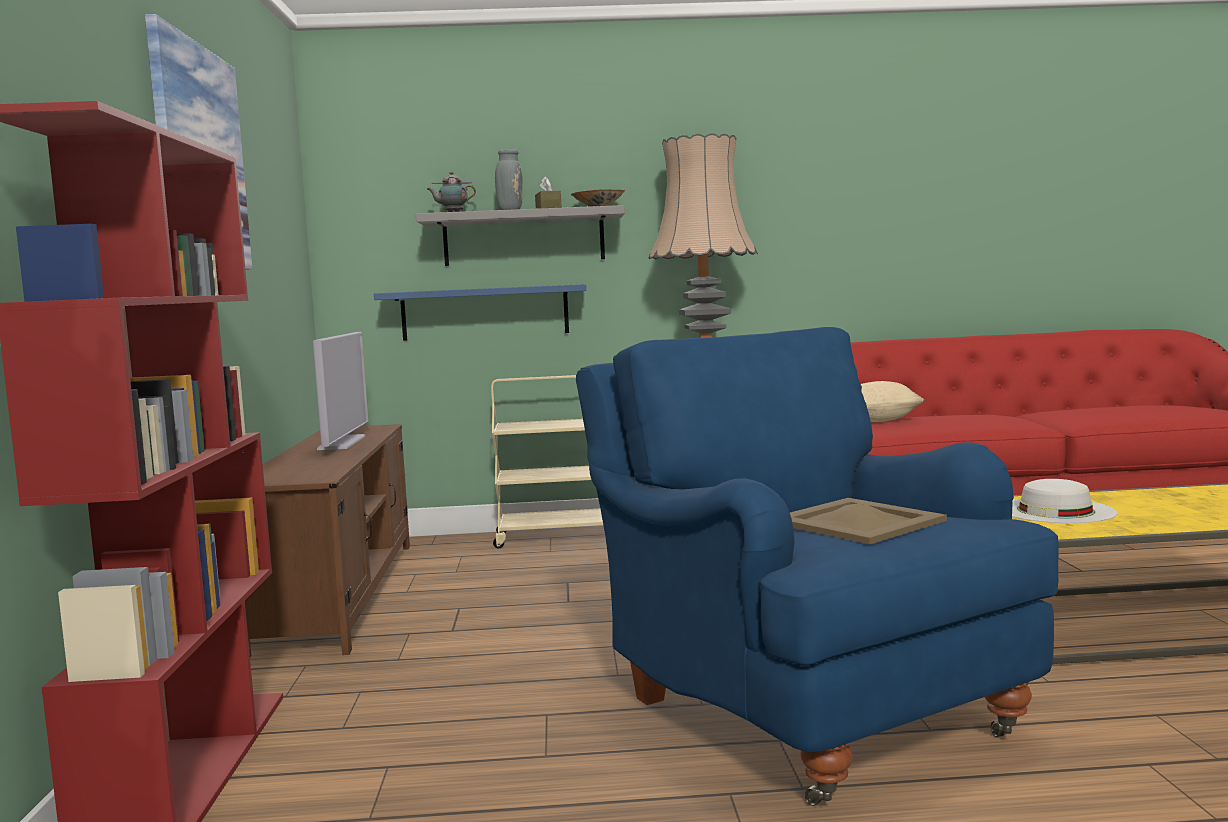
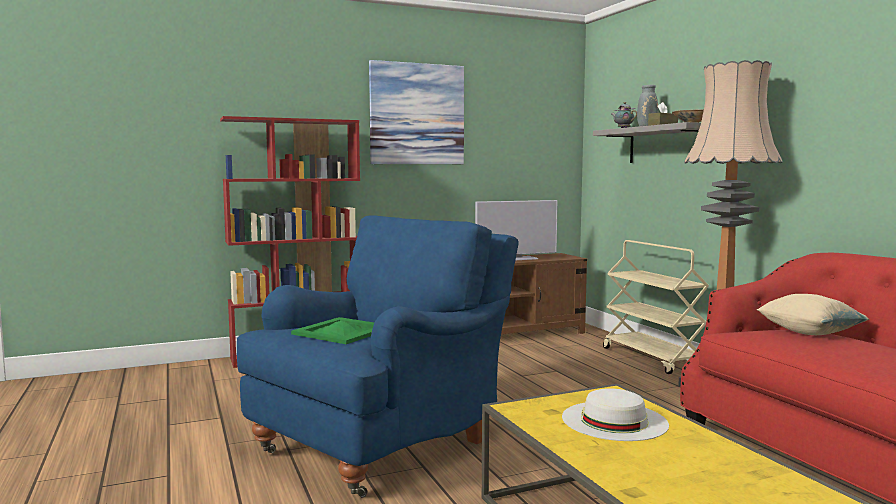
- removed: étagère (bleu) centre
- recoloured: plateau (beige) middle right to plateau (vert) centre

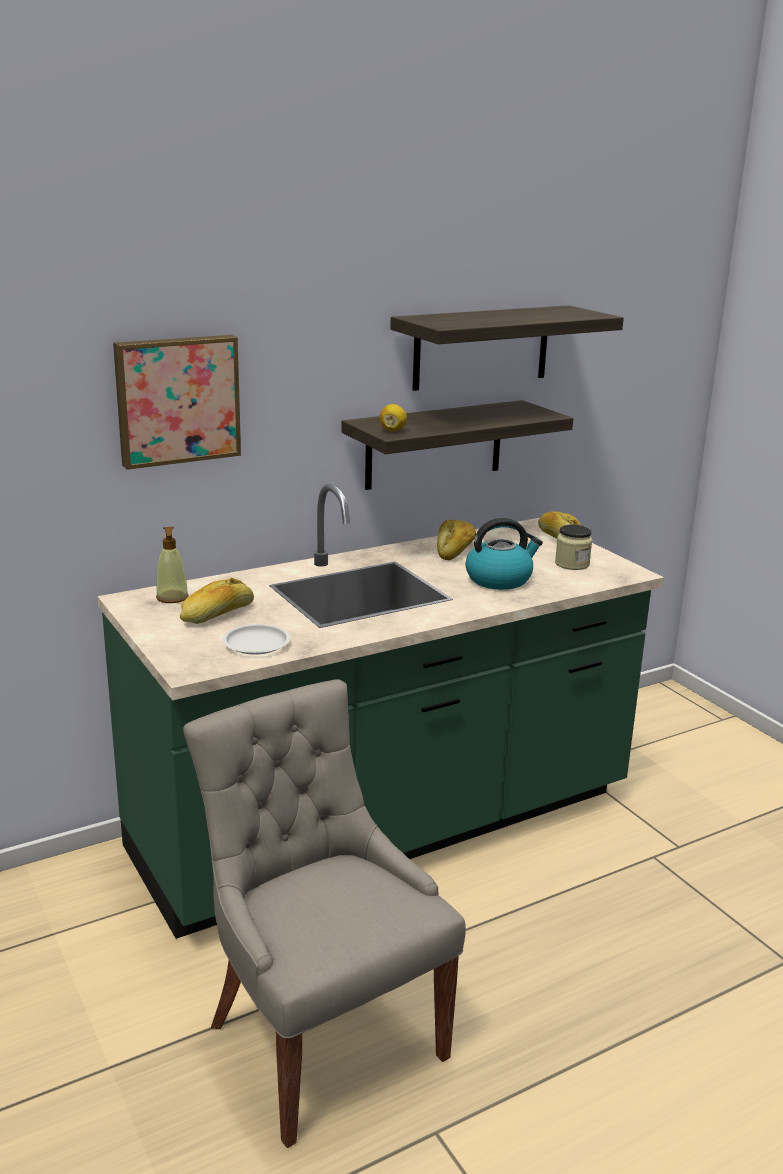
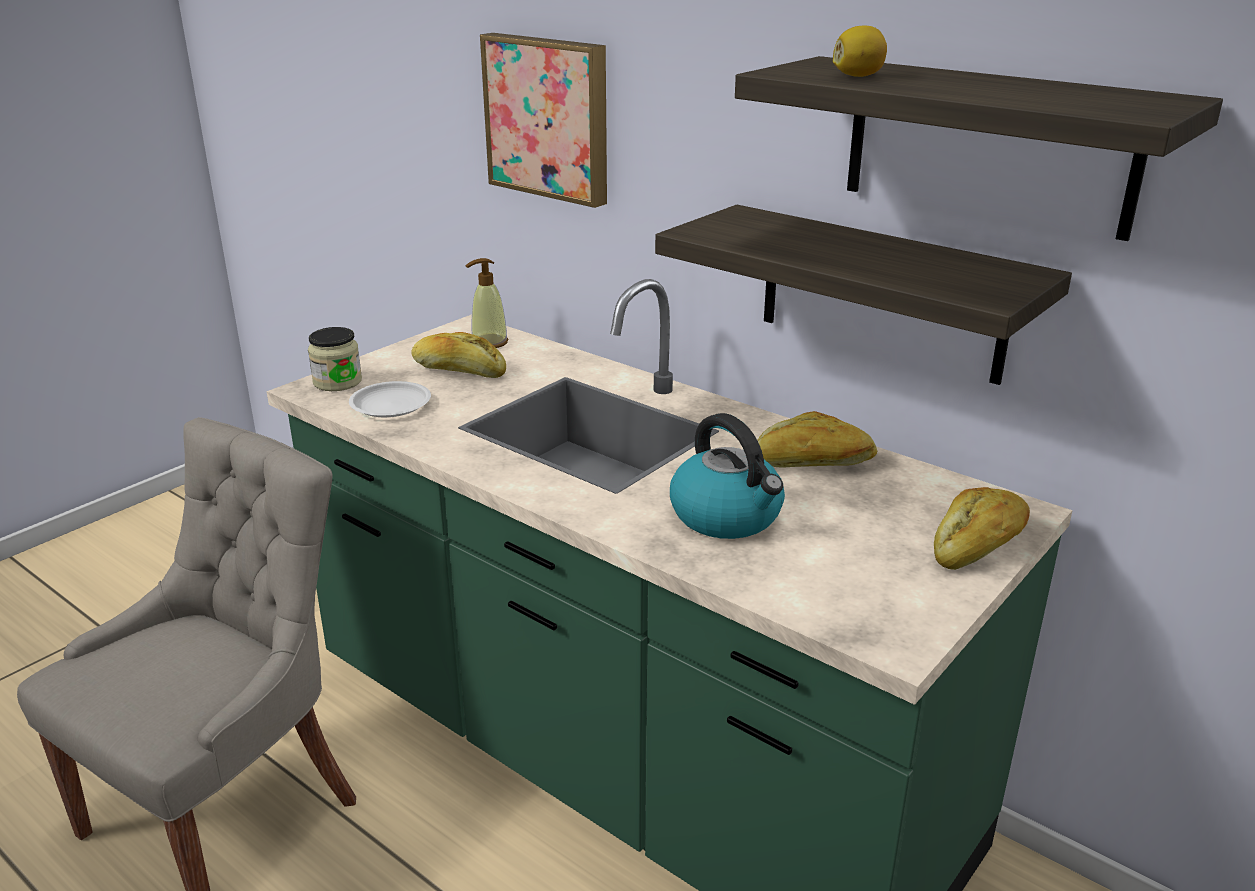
- moved: citron centre to top right
- moved: bocal middle right to middle left

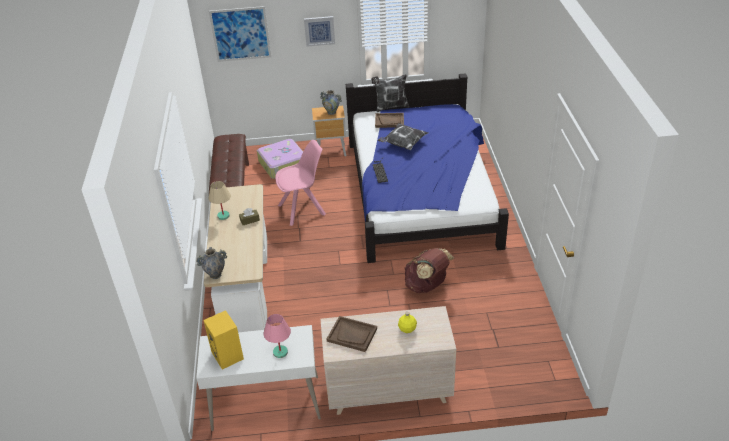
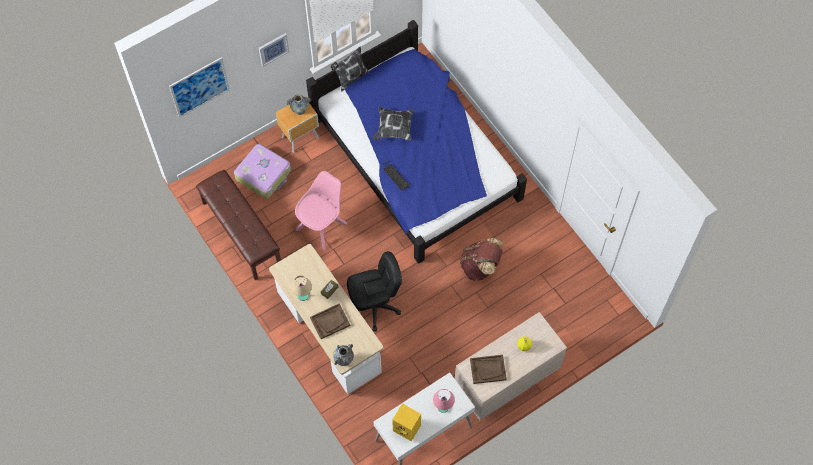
- added: chaise de bureau (noir) centre
- moved: plateau (marron) (2nd from left in the first image) top centre to plateau (marron) (1st from left) bottom centre

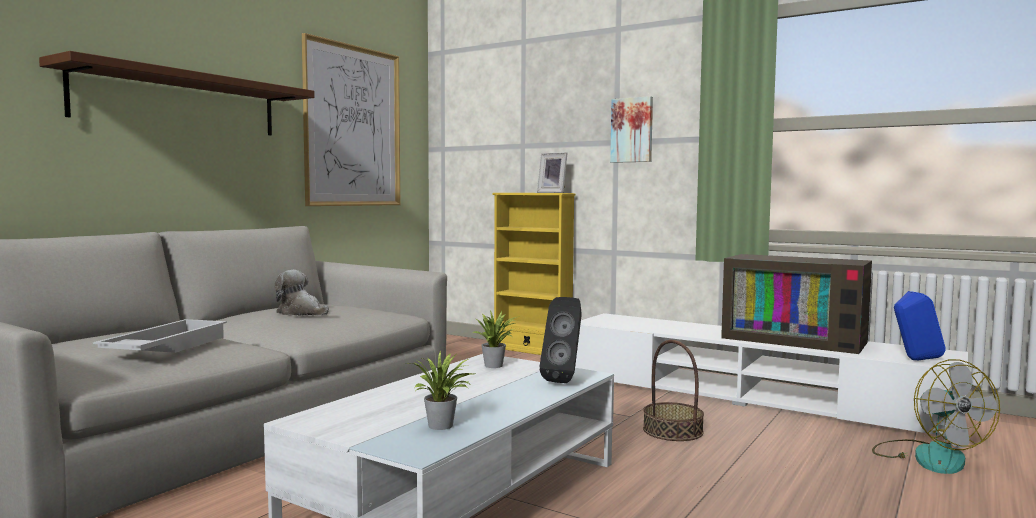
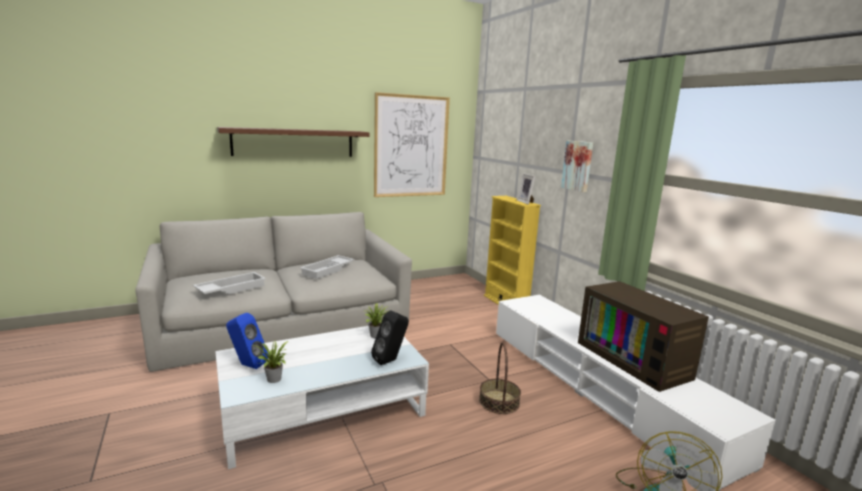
- moved: enceinte (bleu) middle right to bottom left
- replaced: peluche middle left to plateau (blanc) (2nd from left) centre

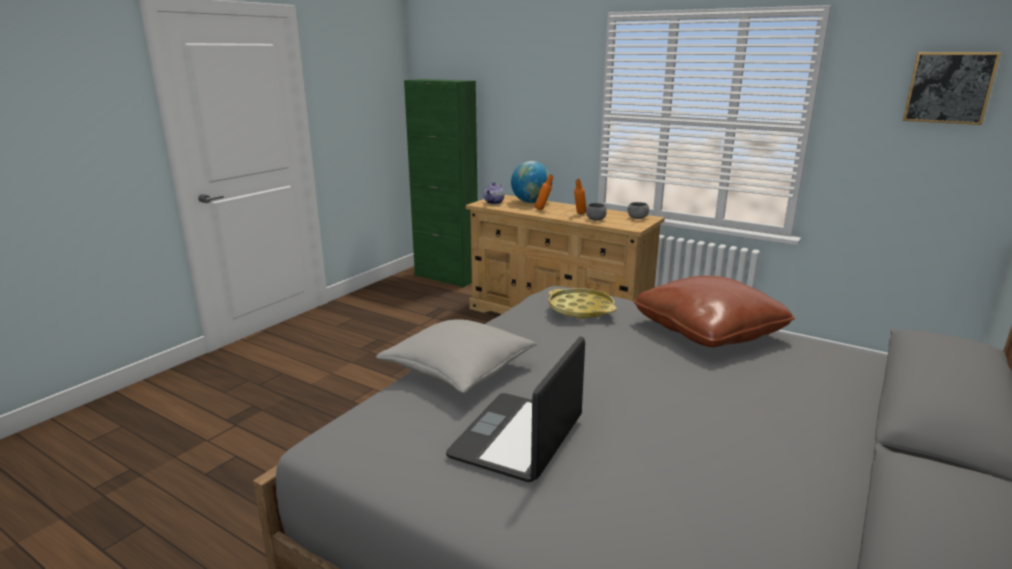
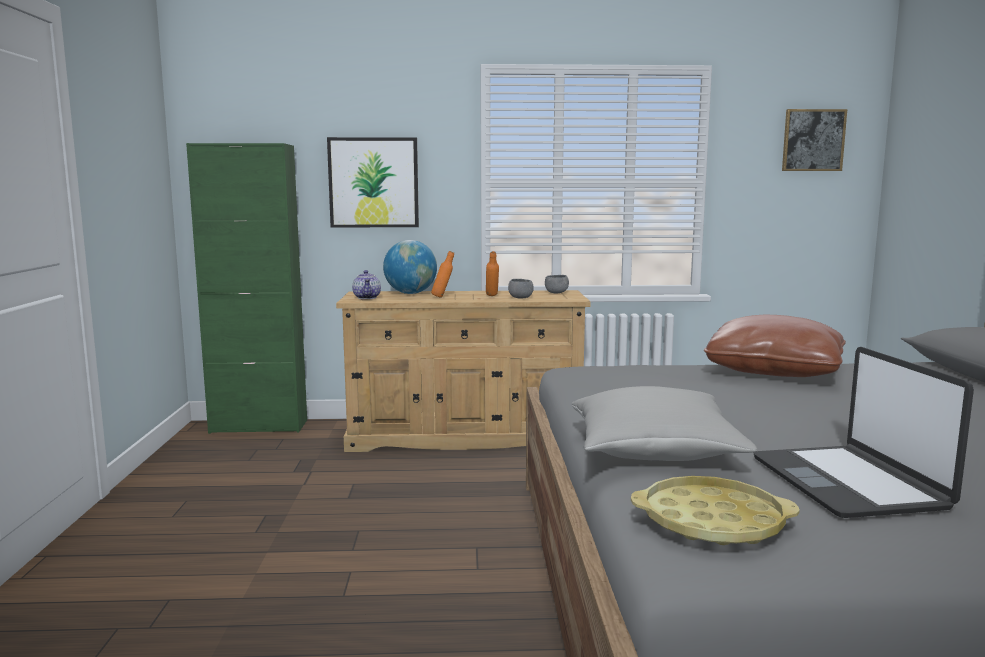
- added: tableau (1st from left) top centre
- moved: plateau (jaune) centre to bottom right

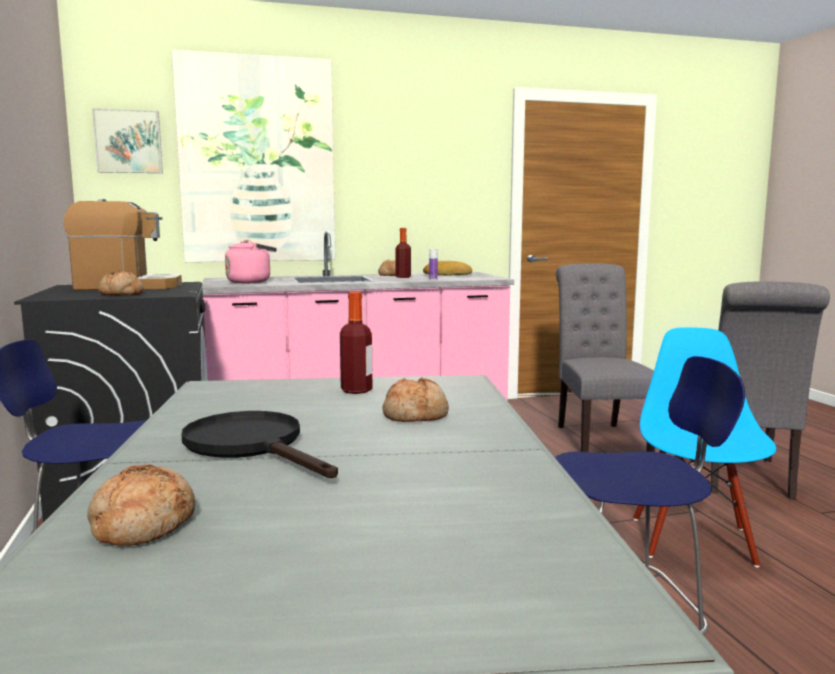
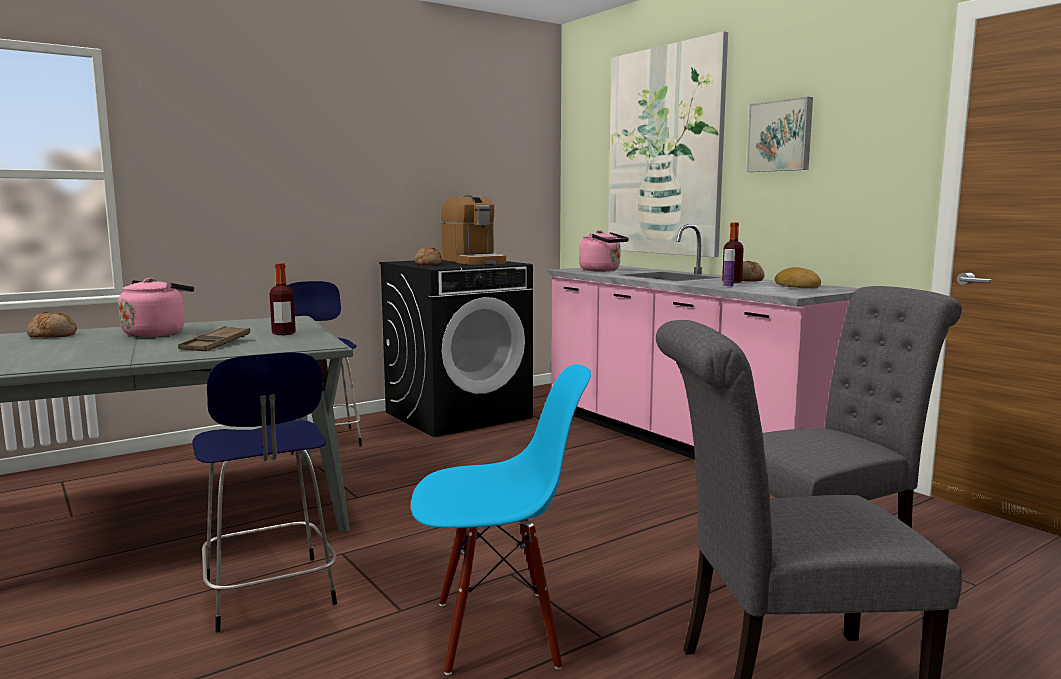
- moved: tableau (1st from left in the first image) top left to tableau (2nd from left) top right
- replaced: poêle (noir) middle left to bouilloire (rose) (1st from left) middle left
- replaced: pain (4th from left) centre to plateau (marron) middle left

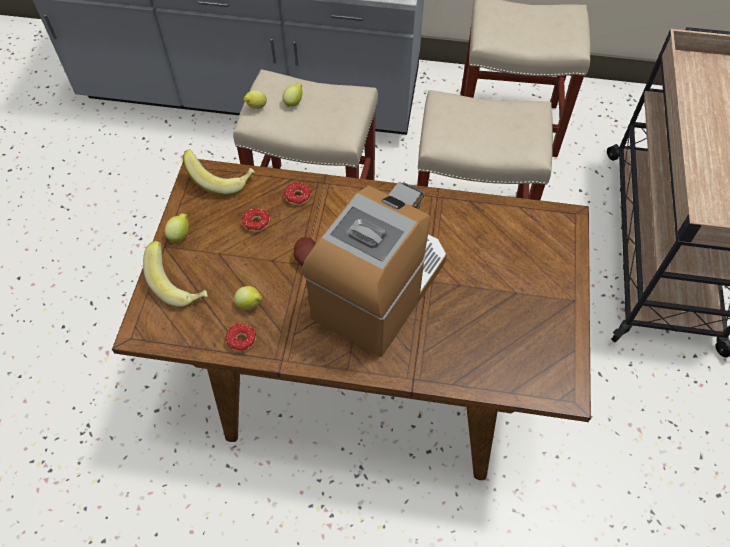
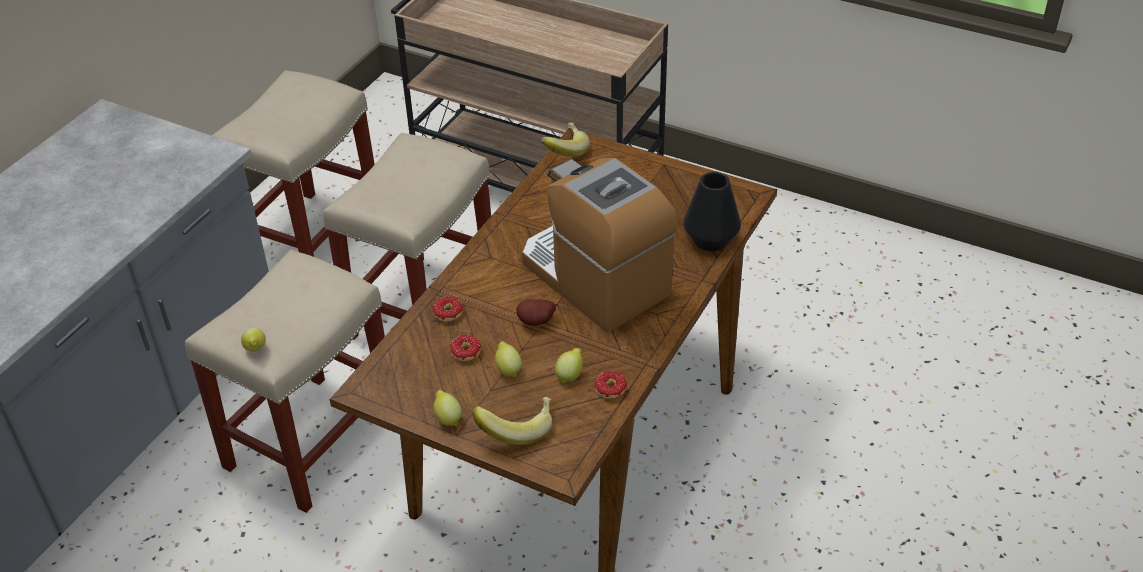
- added: vase (noir) centre
- moved: banane (2nd from left) top left to top centre
- moved: citron (4th from left in the first image) top centre to citron (3rd from left) centre

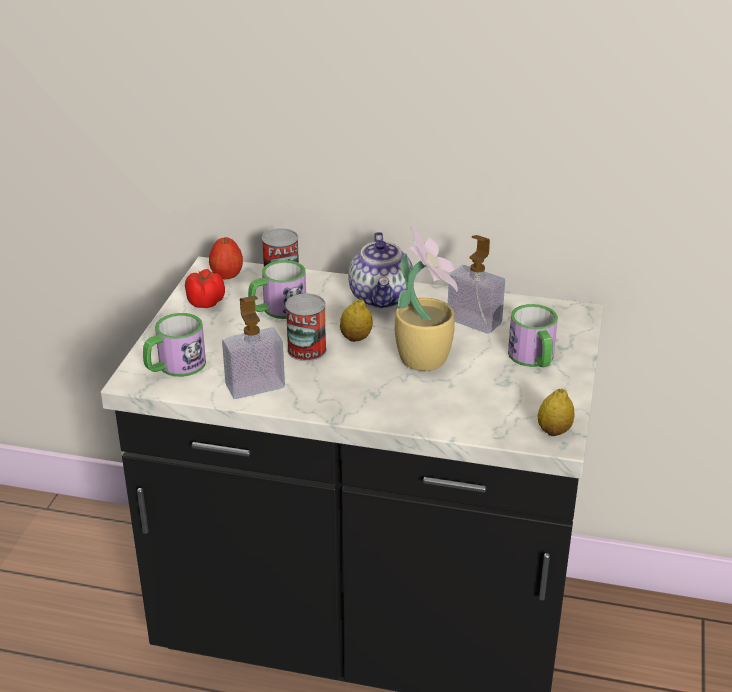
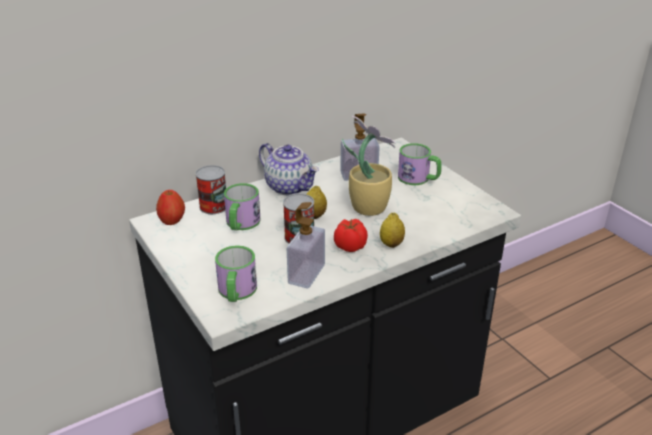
- moved: tomate middle left to centre
- moved: citron (2nd from left) middle right to centre

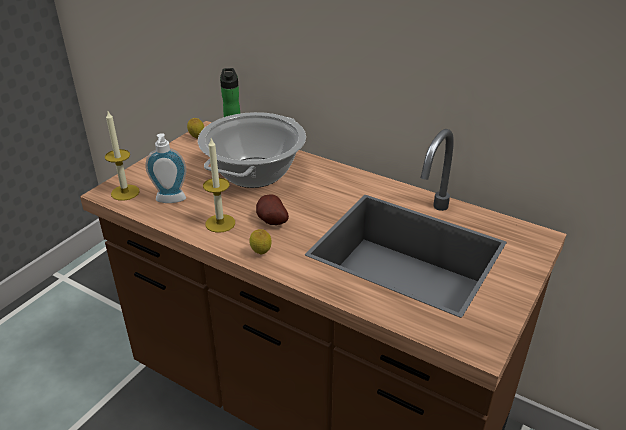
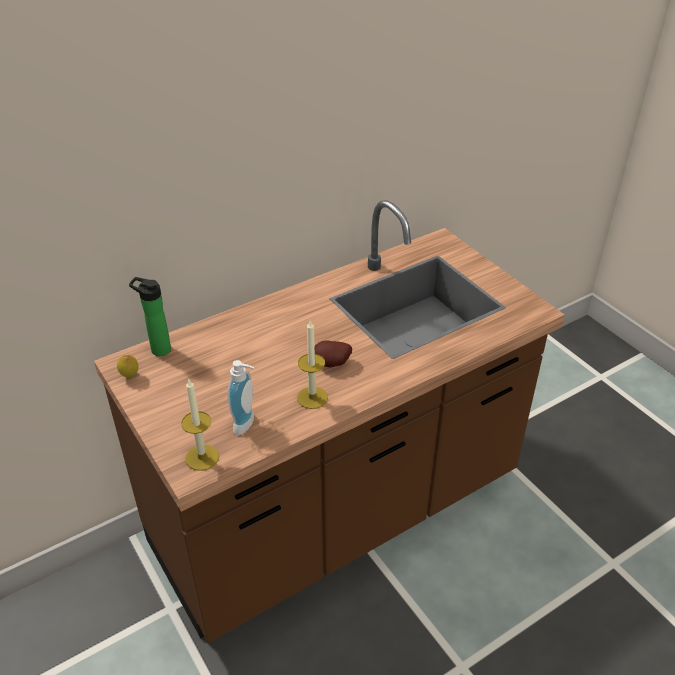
- removed: marmite centre
- removed: citron (2nd from left) centre

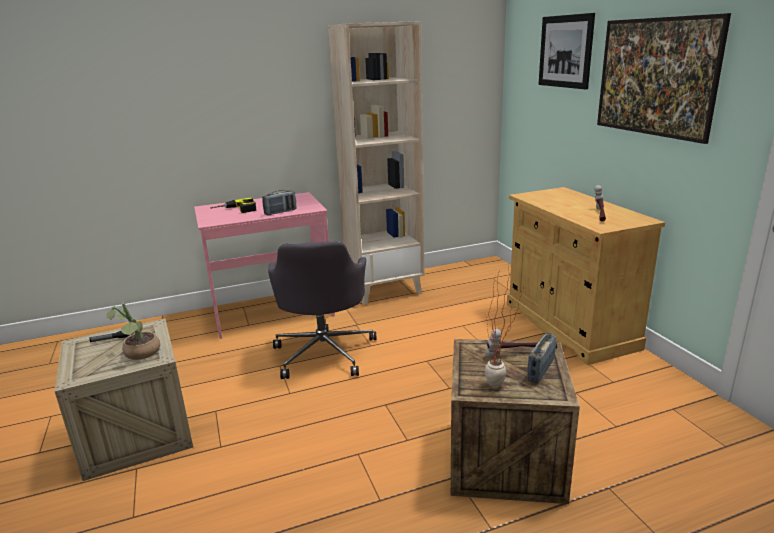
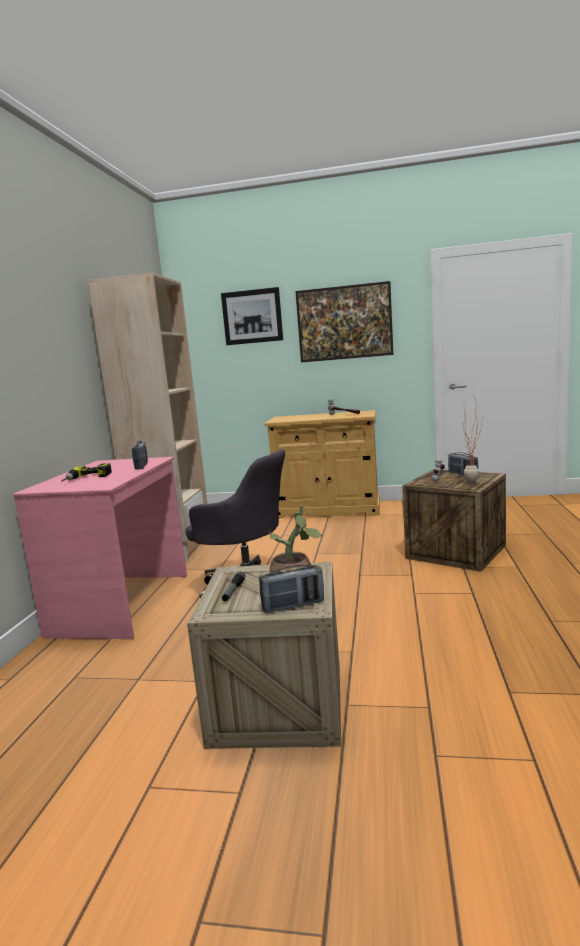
- added: radio (2nd from left) centre

